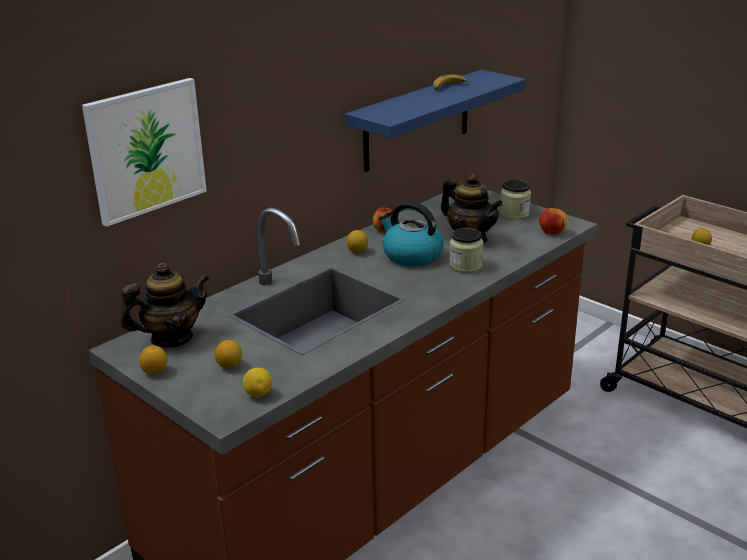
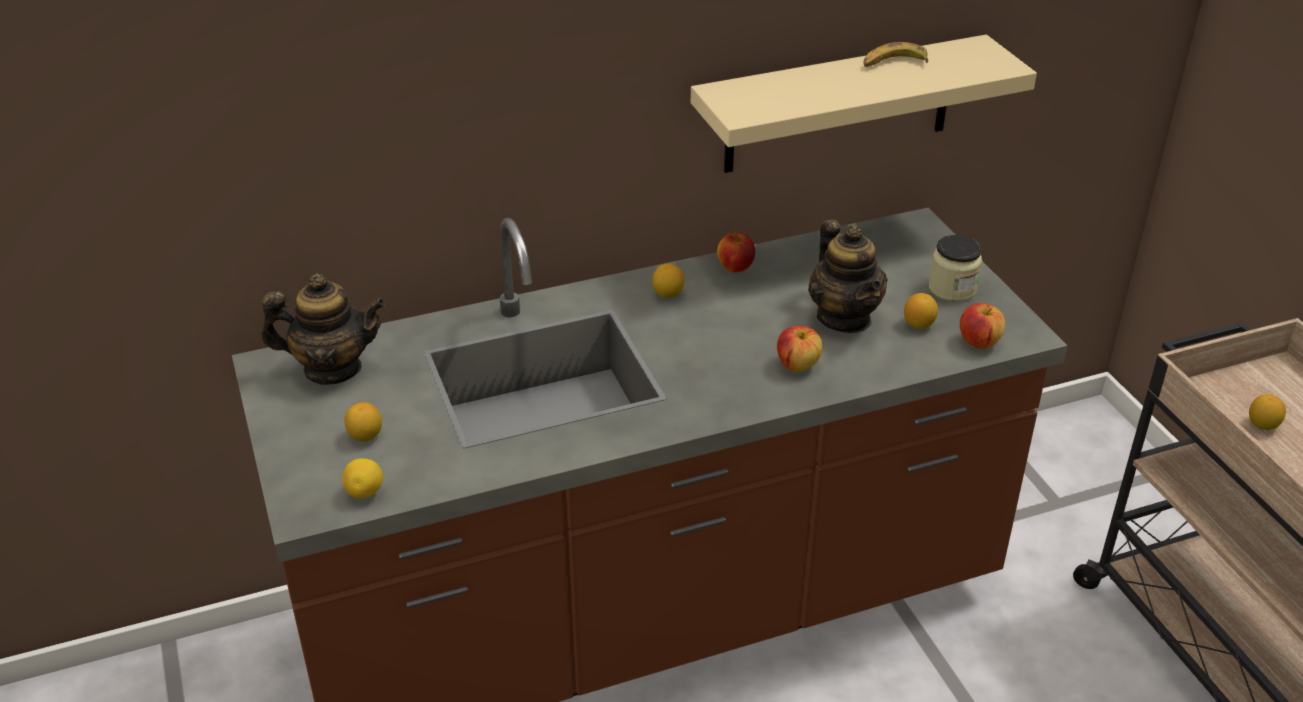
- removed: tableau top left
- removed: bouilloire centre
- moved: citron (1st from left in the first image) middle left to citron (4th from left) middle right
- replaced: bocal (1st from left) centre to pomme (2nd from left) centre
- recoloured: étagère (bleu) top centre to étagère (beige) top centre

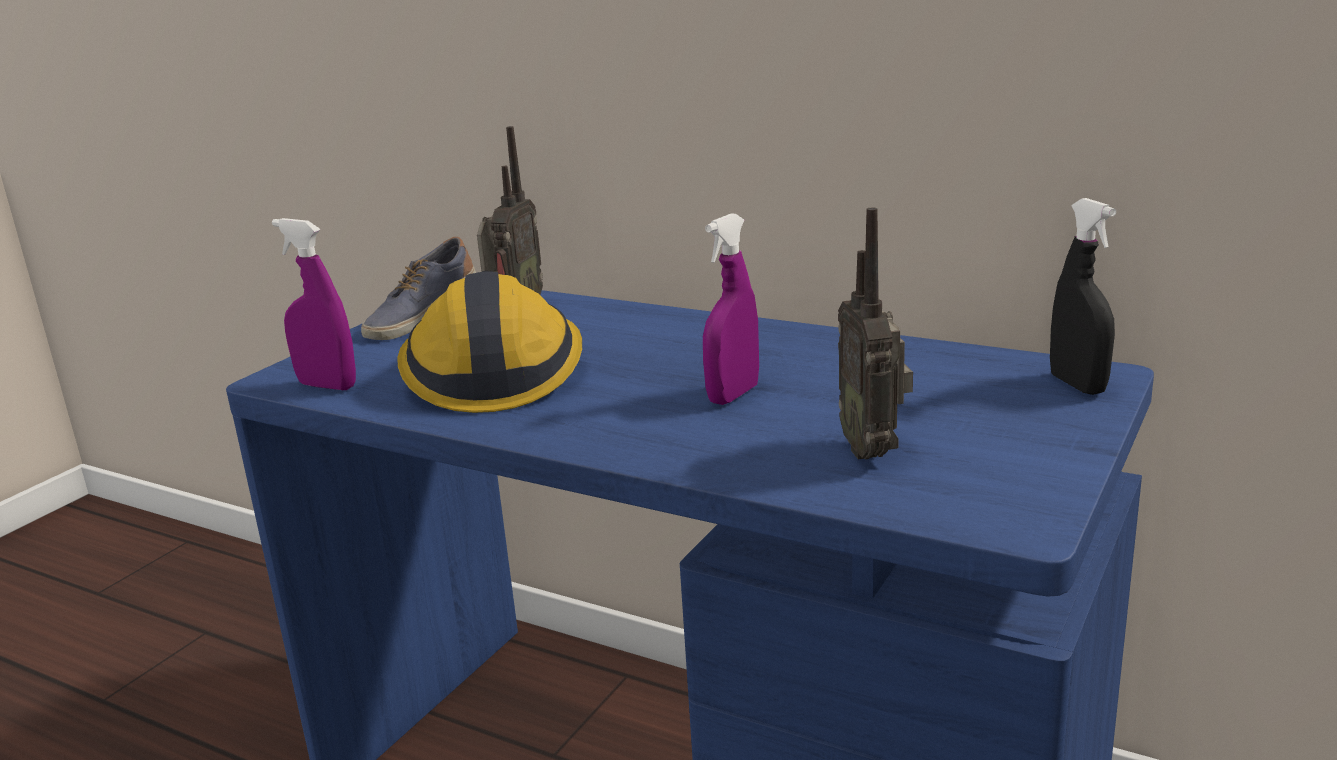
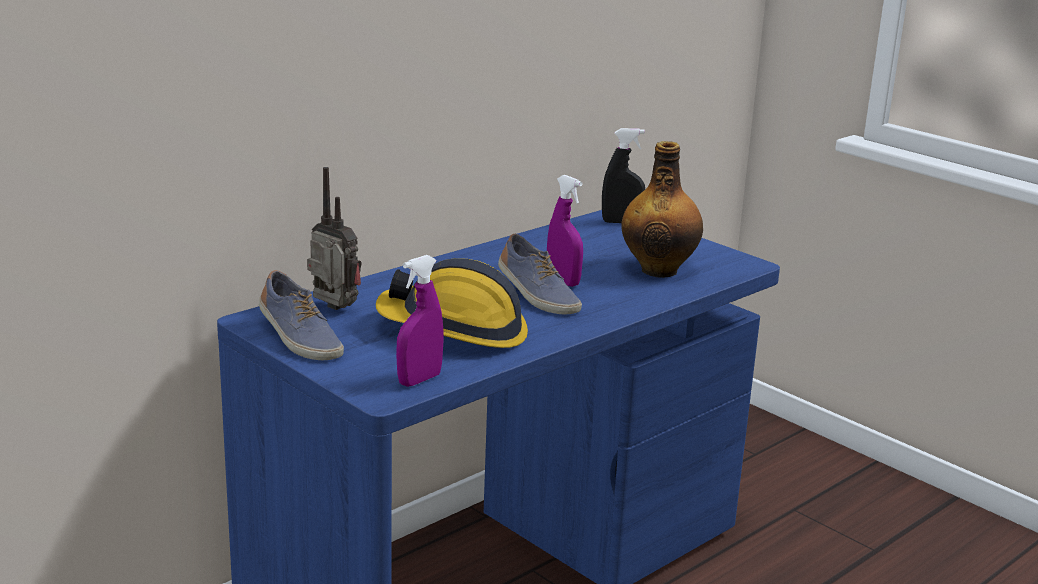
- added: chaussure (2nd from left) centre
- replaced: radio (2nd from left) centre to bouteille centre

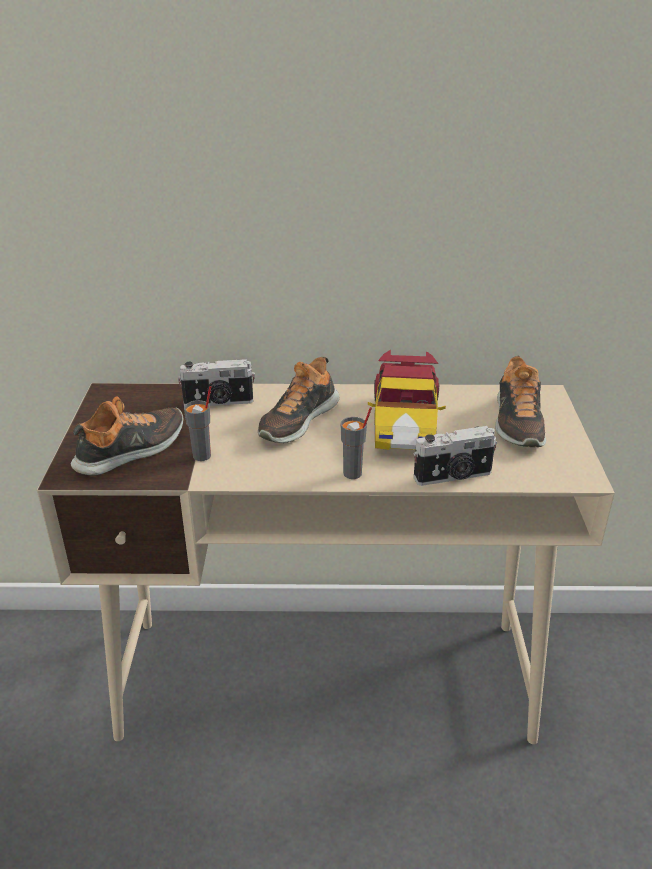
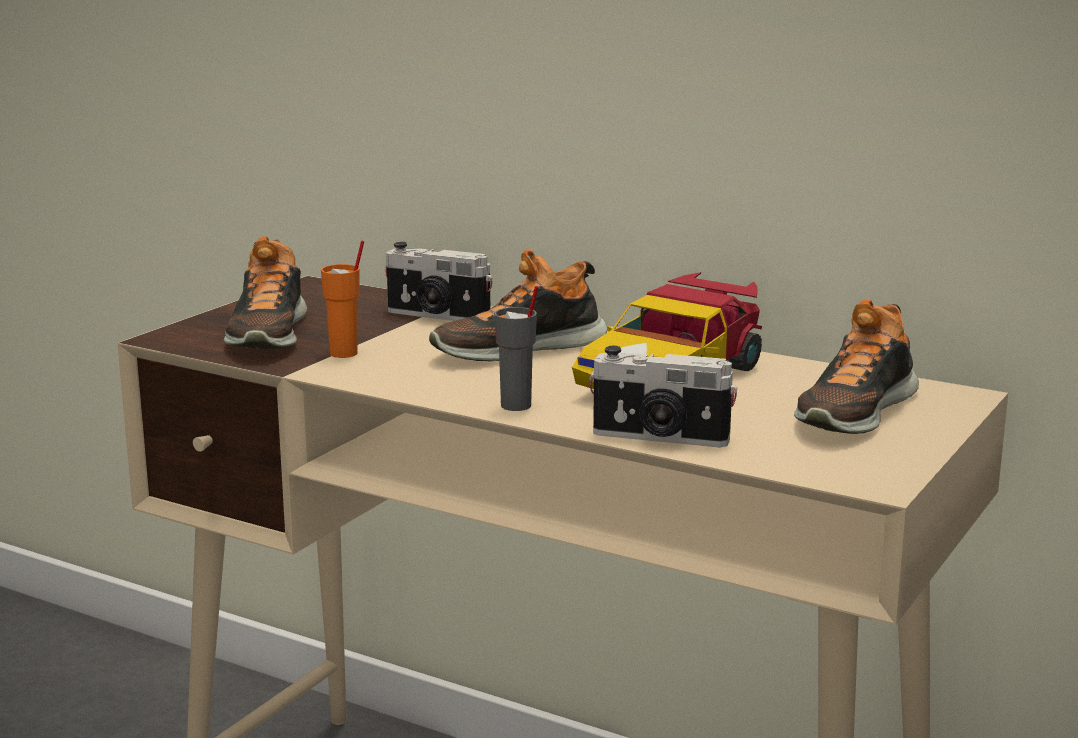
- recoloured: tasse (gris) (1st from left) middle left to tasse (orange) middle left
- turned: chaussure (1st from left) middle left = middle left 105 degrees clockwise

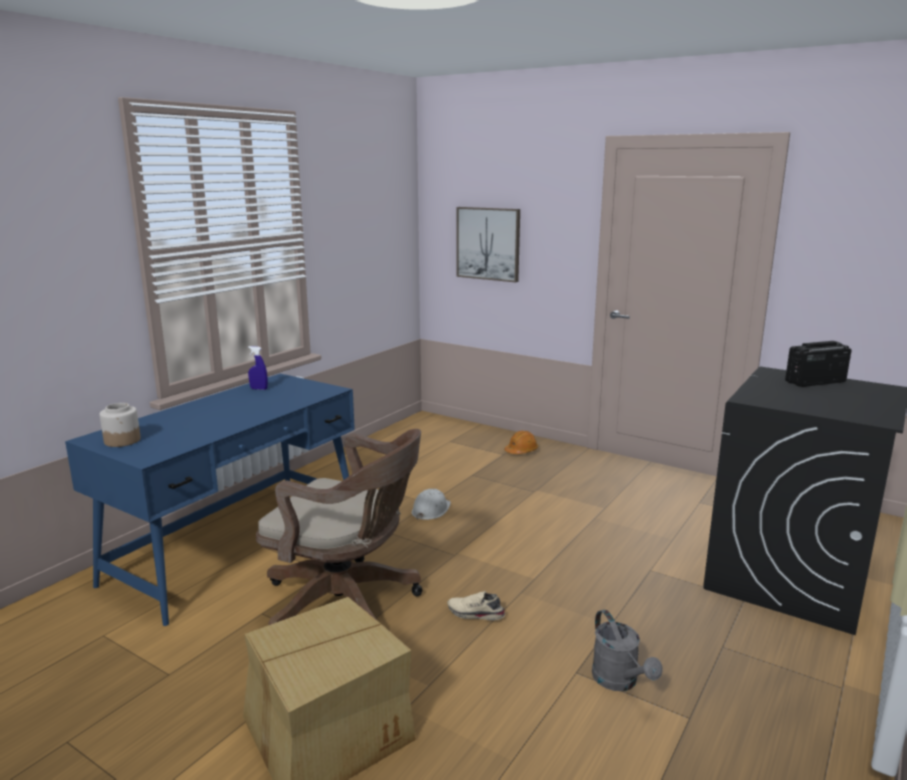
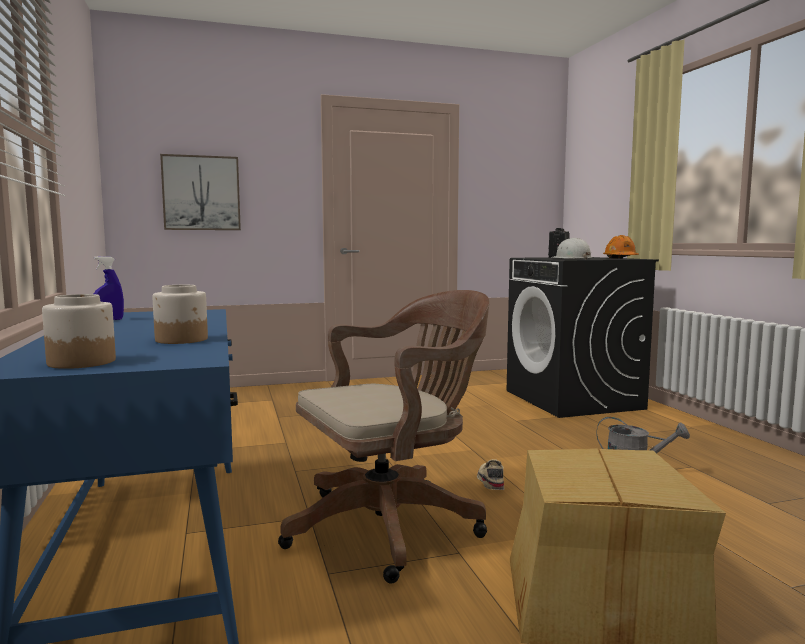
- added: bocal (2nd from left) middle left
- moved: casque de chantier (blanc) centre to middle right
- moved: casque de chantier (orange) centre to middle right
- turned: chaussure (beige) bottom centre = bottom centre 120 degrees clockwise

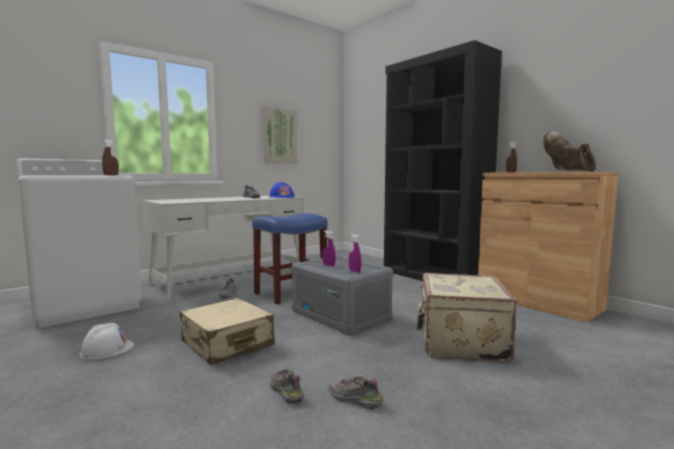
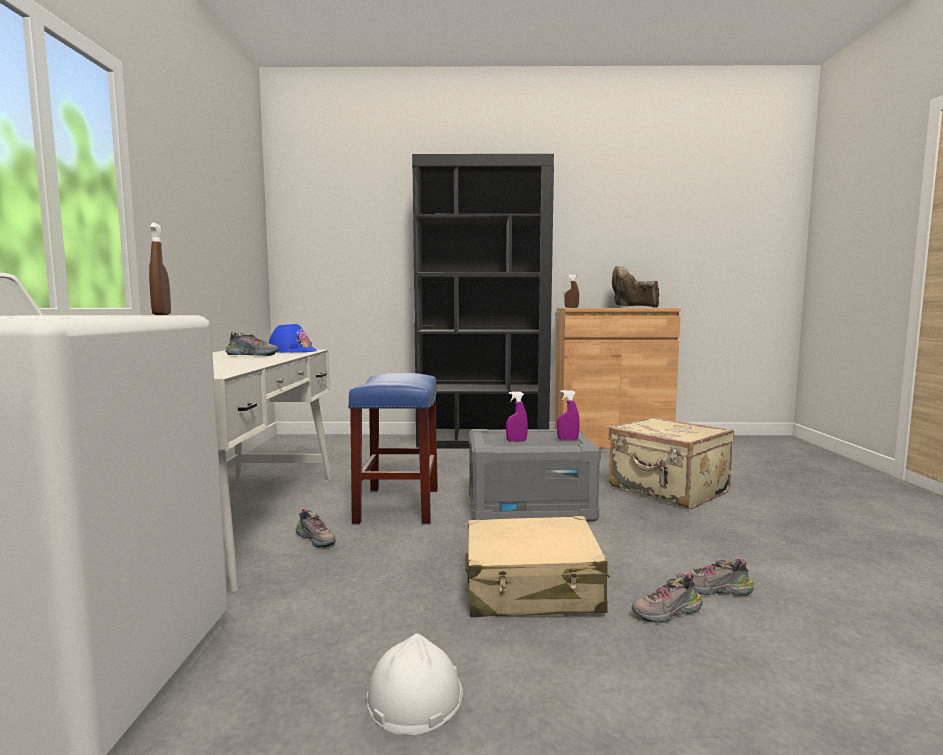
- removed: tableau top centre
- moved: chaussure (4th from left in the first image) bottom centre to chaussure (3rd from left) bottom right

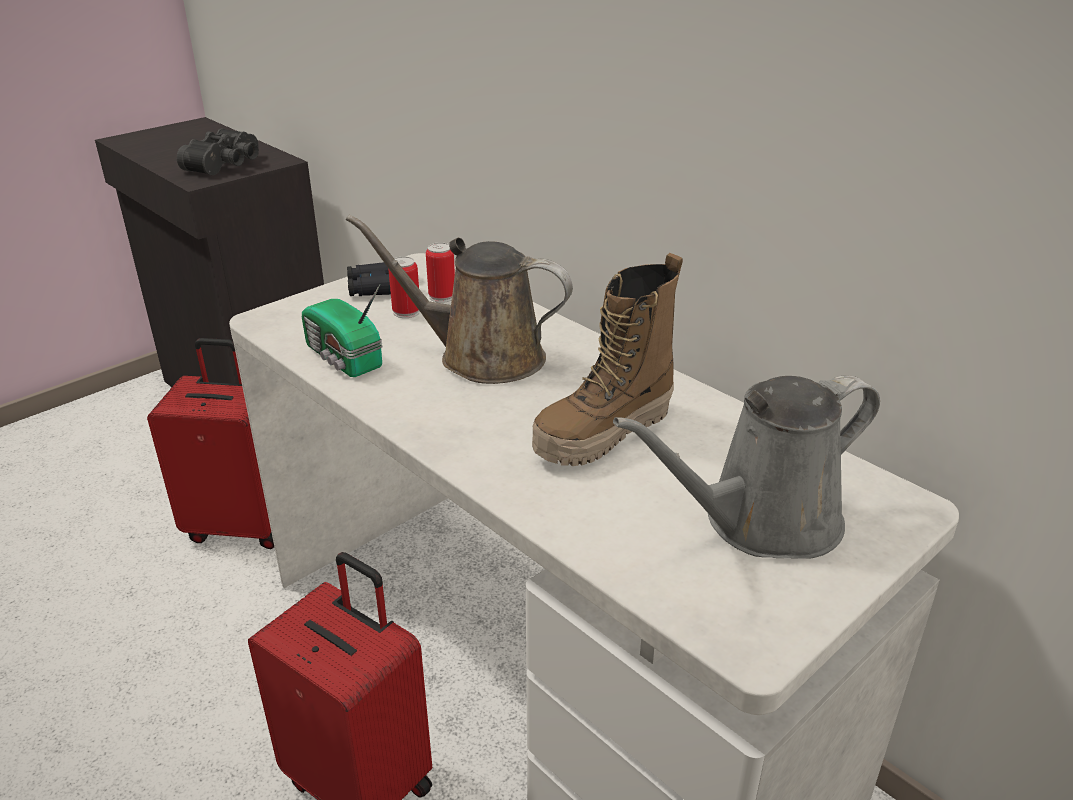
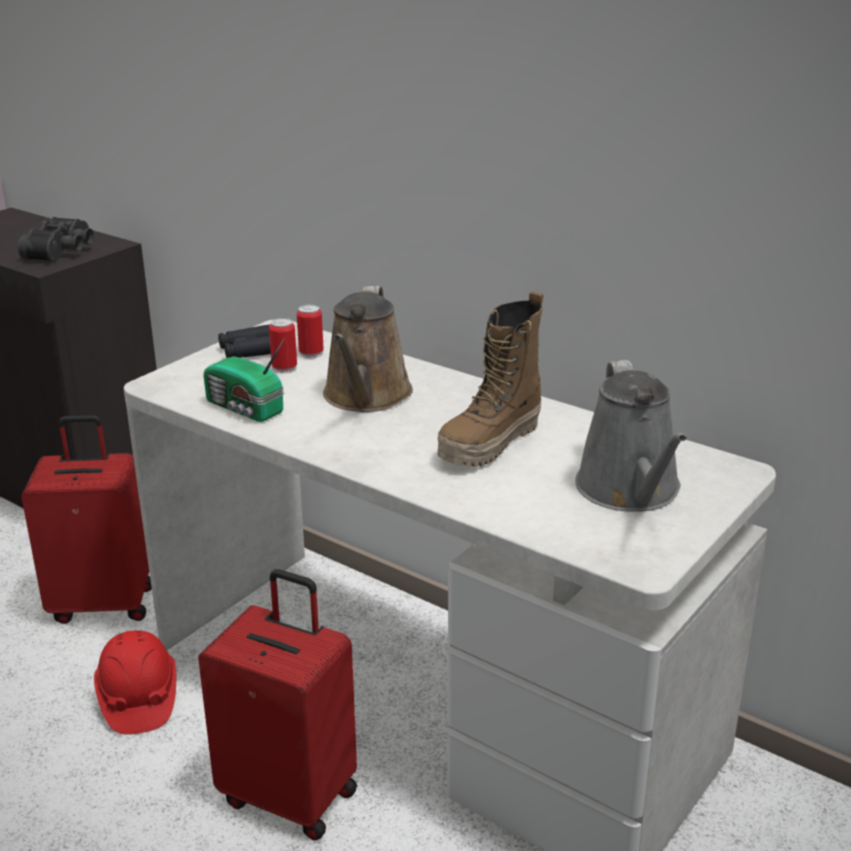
- added: casque de chantier (rouge) bottom left
- turned: arrosoir (marron) centre = centre 90 degrees counterclockwise
- turned: arrosoir (gris) middle right = middle right 60 degrees counterclockwise

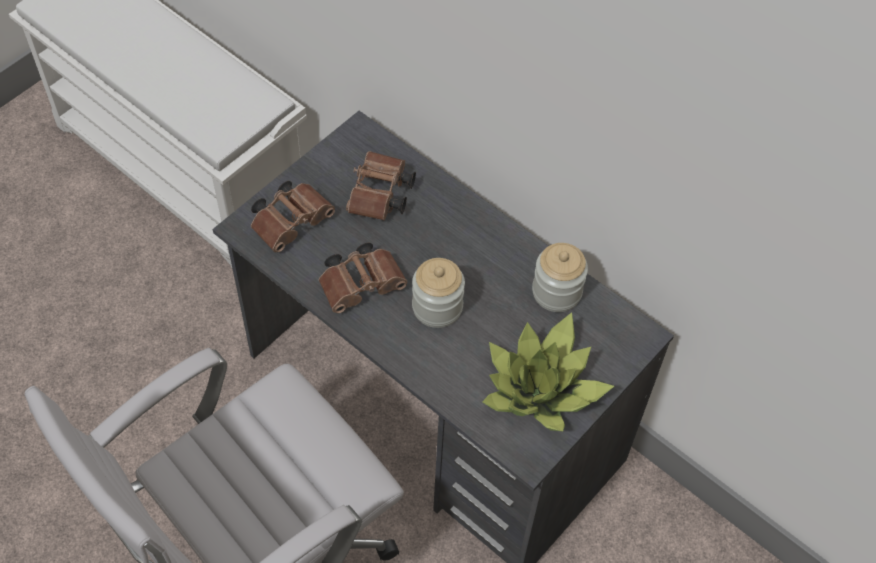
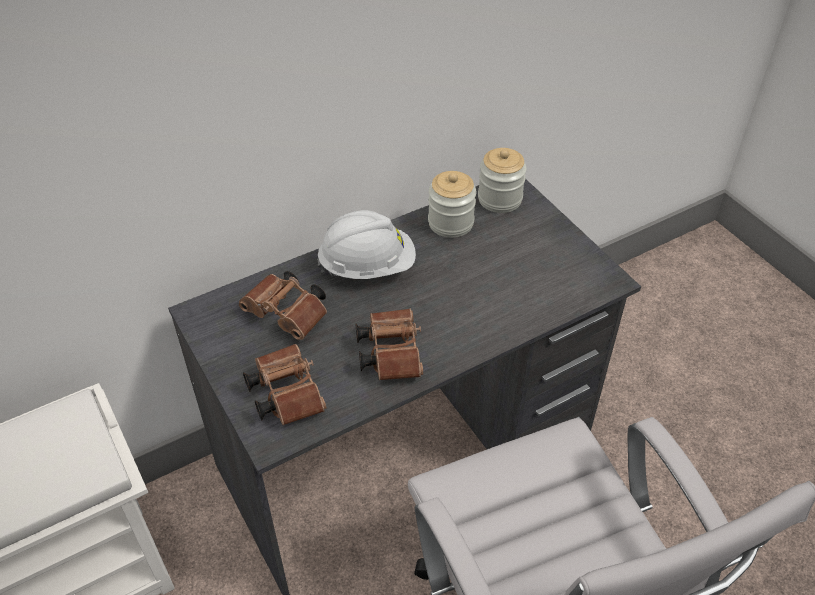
- removed: plante en pot centre
- added: casque de chantier (blanc) centre
- moved: bocal (1st from left in the first image) centre to bocal (2nd from left) top centre

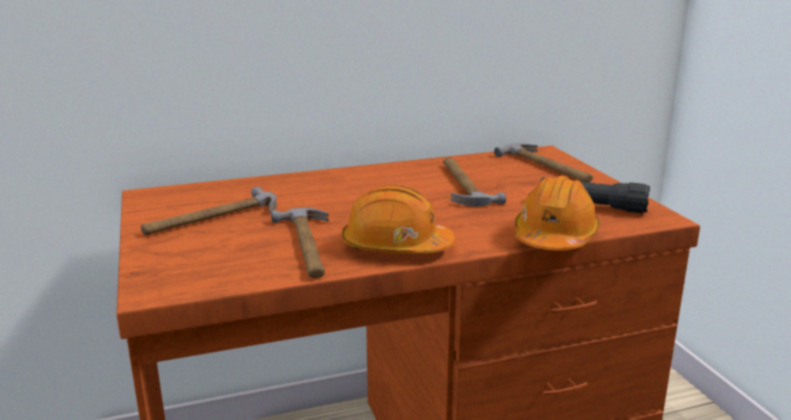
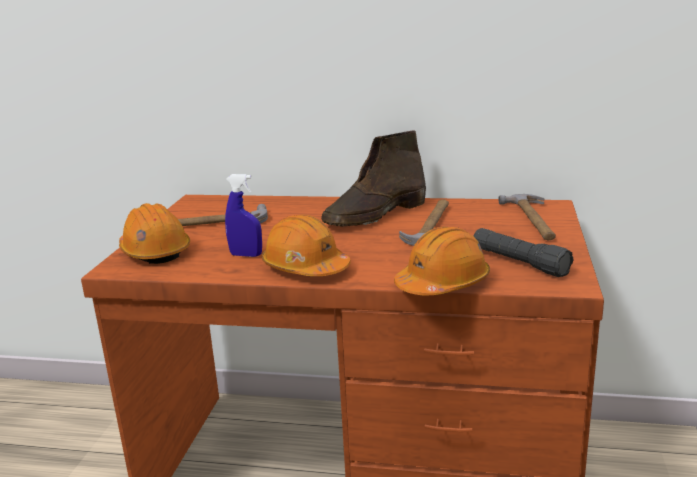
- added: casque de chantier (orange) (1st from left) middle left
- added: botte (marron) centre
- replaced: marteau (2nd from left) centre to vaporisateur (bleu) centre

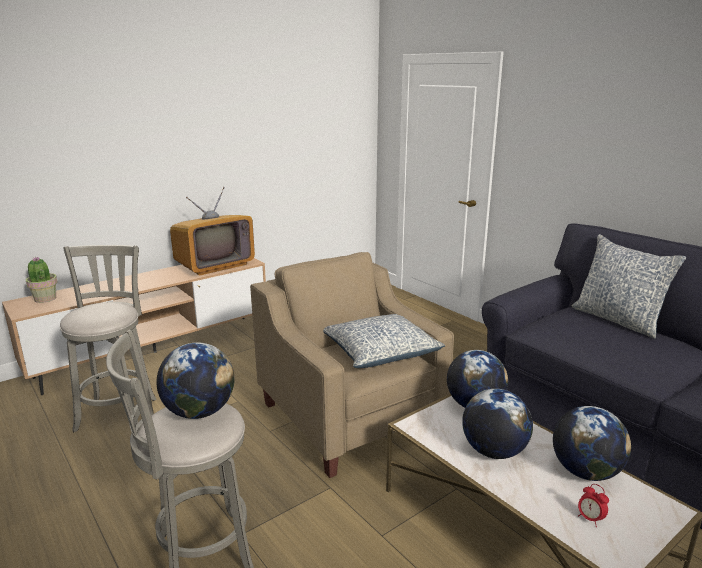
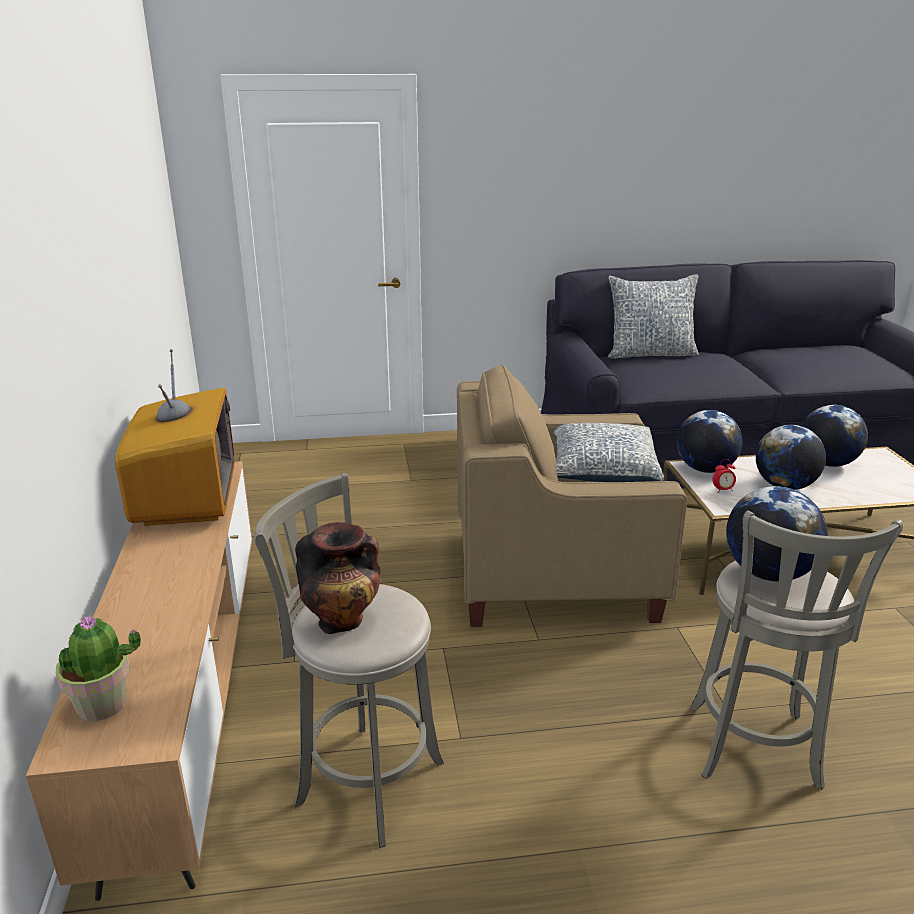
- added: vase centre
- moved: réveil bottom right to middle right

